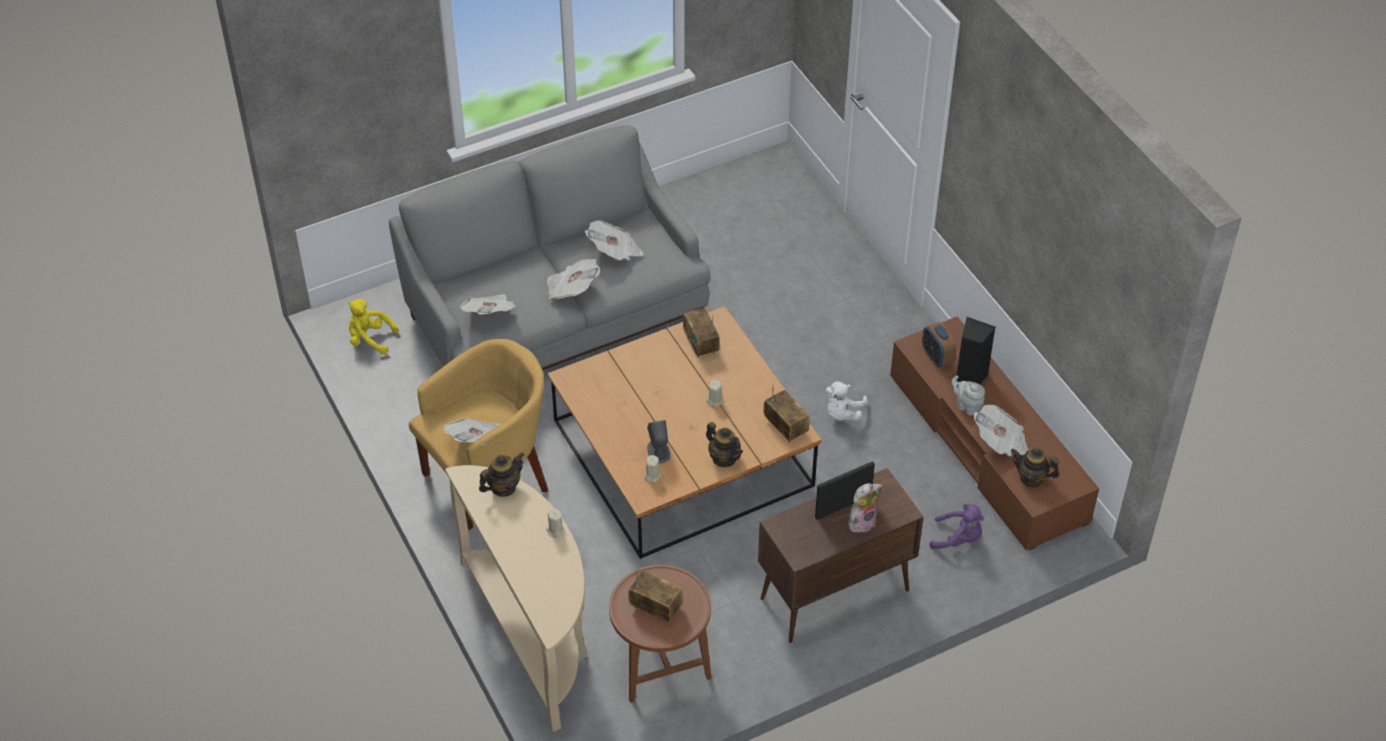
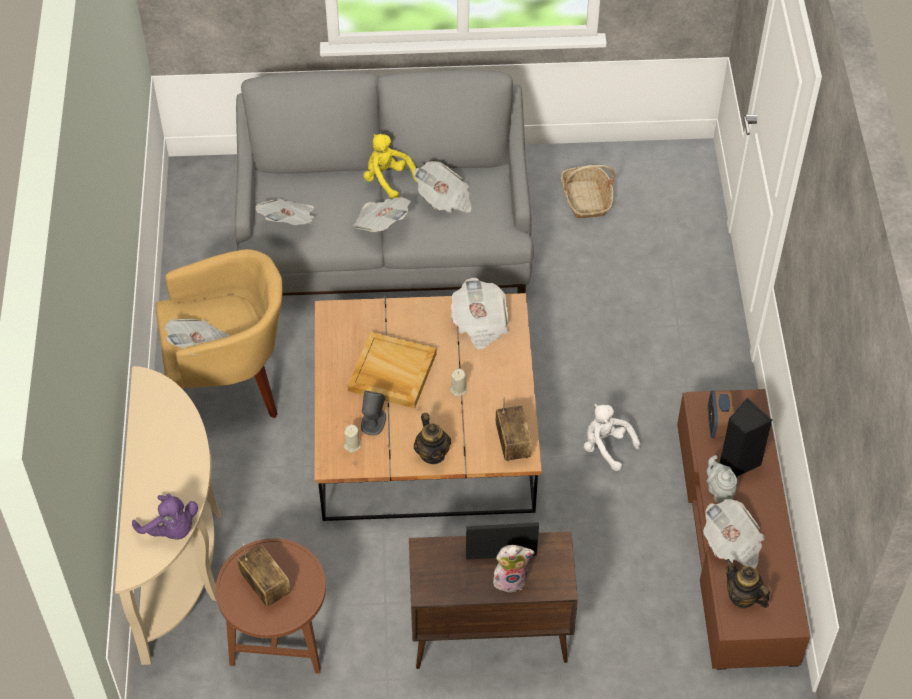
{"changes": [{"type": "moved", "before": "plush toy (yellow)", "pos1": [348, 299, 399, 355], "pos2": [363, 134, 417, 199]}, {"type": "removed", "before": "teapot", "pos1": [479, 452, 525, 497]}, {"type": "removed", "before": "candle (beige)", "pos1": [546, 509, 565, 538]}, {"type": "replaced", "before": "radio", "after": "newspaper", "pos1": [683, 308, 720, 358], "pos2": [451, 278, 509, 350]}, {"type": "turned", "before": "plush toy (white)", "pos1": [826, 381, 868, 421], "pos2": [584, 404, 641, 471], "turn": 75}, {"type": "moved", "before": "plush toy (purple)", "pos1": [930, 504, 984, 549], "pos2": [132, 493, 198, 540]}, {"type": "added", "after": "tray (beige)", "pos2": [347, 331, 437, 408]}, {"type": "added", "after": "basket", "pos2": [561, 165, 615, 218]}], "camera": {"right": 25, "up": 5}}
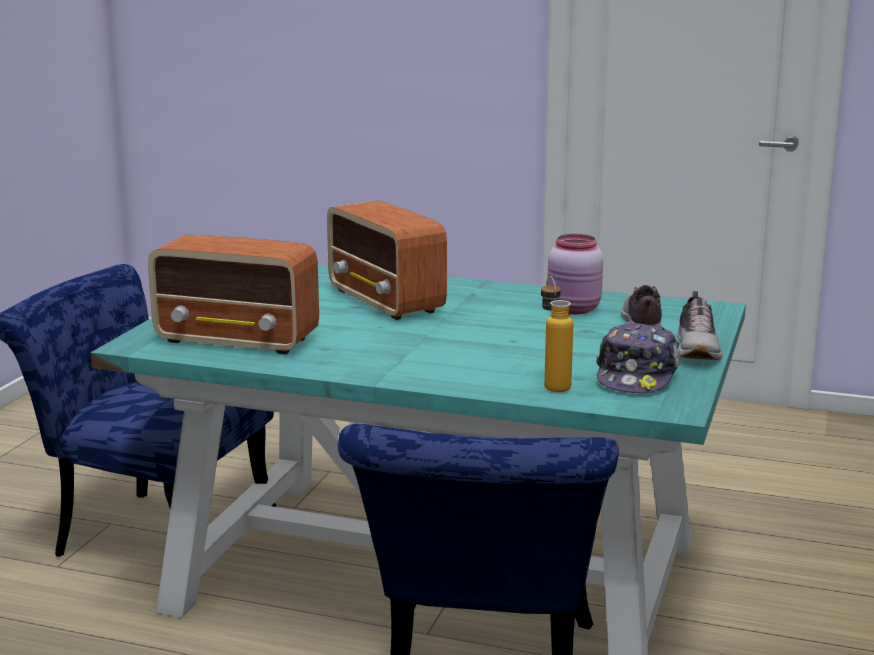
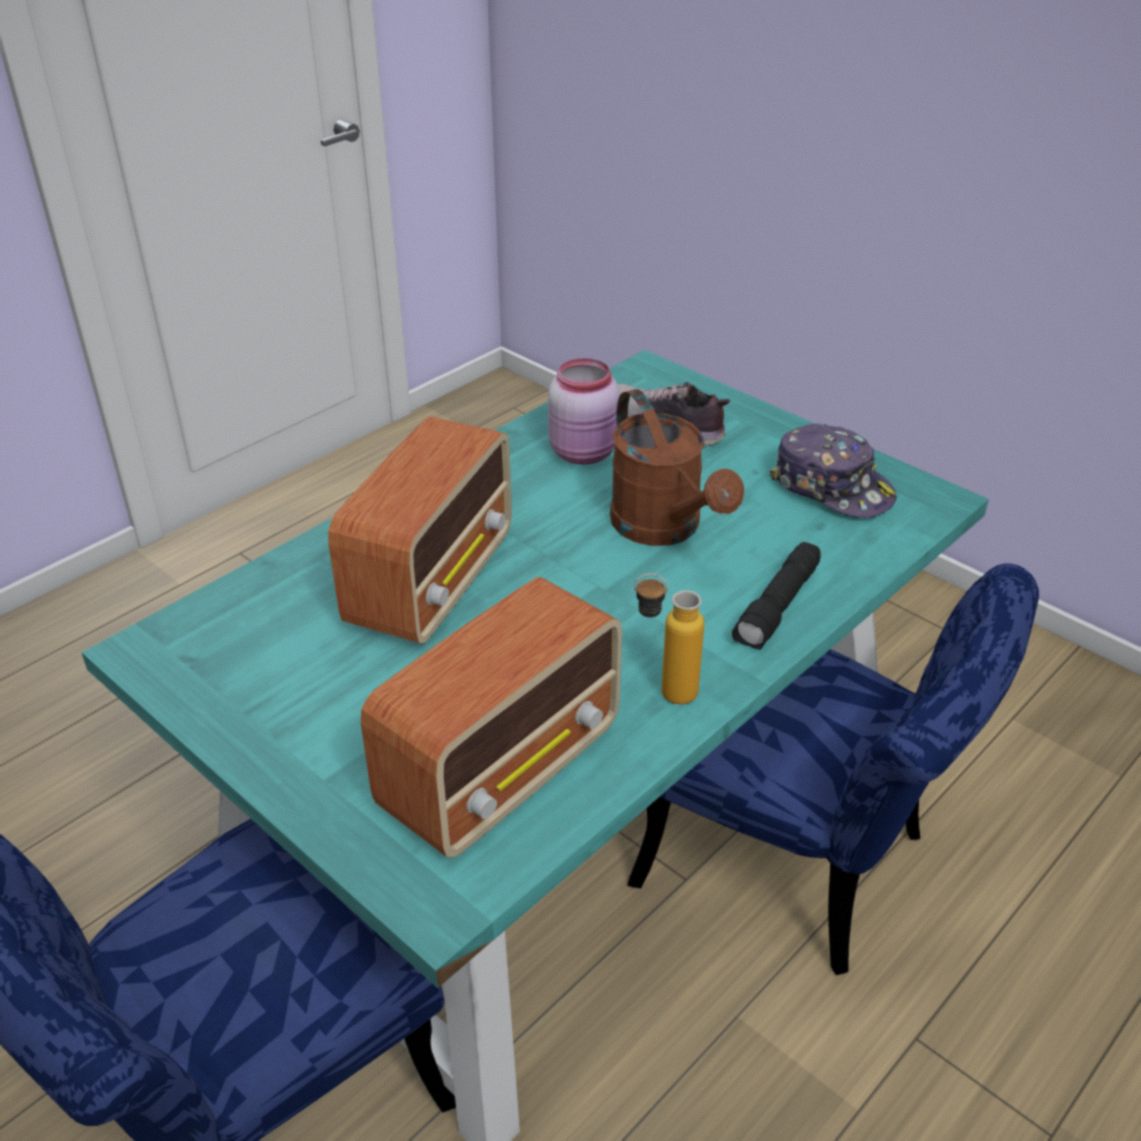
{"changes": [{"type": "turned", "before": "radio", "pos1": [327, 201, 447, 320], "pos2": [328, 416, 512, 644], "turn": -60}, {"type": "moved", "before": "bottle", "pos1": [541, 276, 573, 392], "pos2": [634, 573, 704, 704]}, {"type": "removed", "before": "shoe", "pos1": [677, 291, 723, 360]}, {"type": "added", "after": "watering can (brown)", "pos2": [610, 389, 744, 546]}, {"type": "added", "after": "flashlight (black)", "pos2": [732, 542, 821, 650]}], "camera": {"right": -65, "up": 20}}
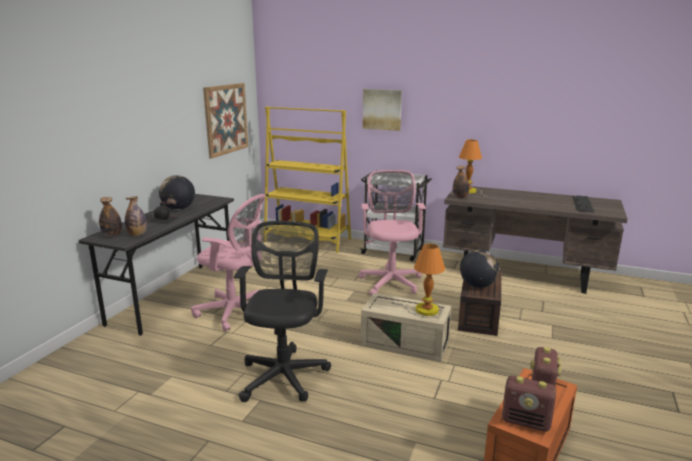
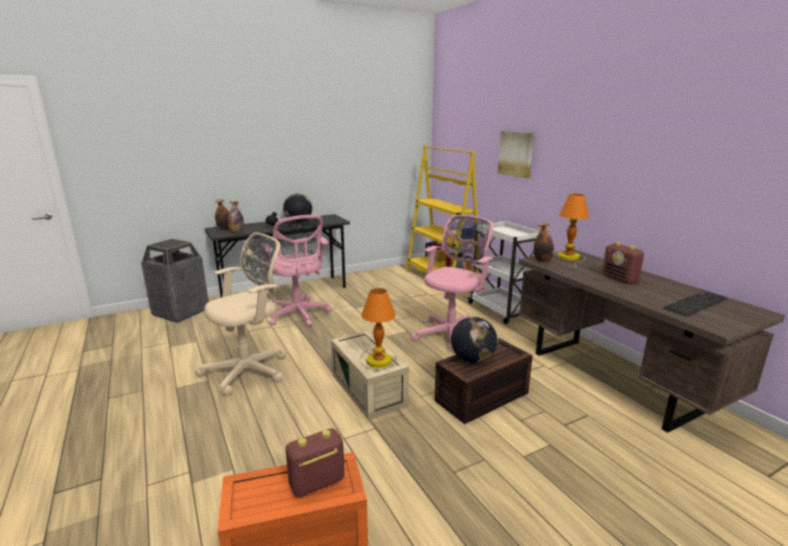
{"changes": [{"type": "removed", "before": "picture", "pos1": [203, 83, 248, 159]}, {"type": "recoloured", "before": "office chair (black)", "after": "office chair (beige)", "pos1": [234, 221, 331, 402], "pos2": [195, 233, 287, 396]}, {"type": "moved", "before": "radio", "pos1": [502, 376, 556, 432], "pos2": [602, 242, 644, 284]}, {"type": "added", "after": "trash can", "pos2": [141, 239, 209, 323]}], "camera": {"right": 40, "up": 0}}
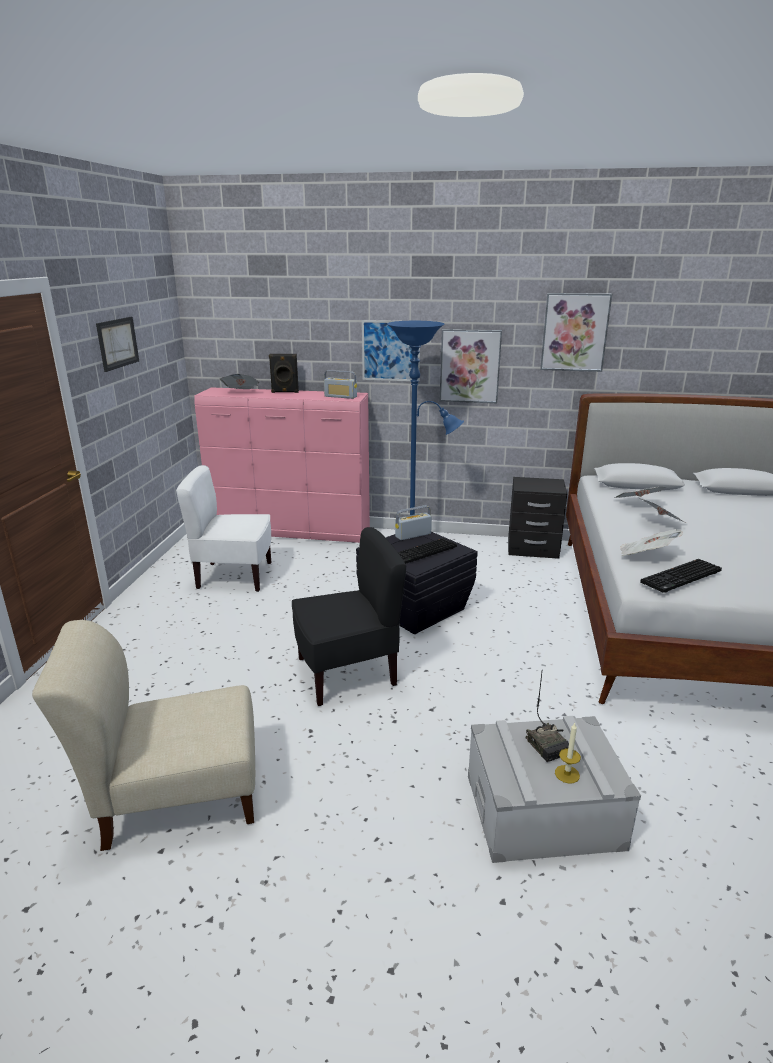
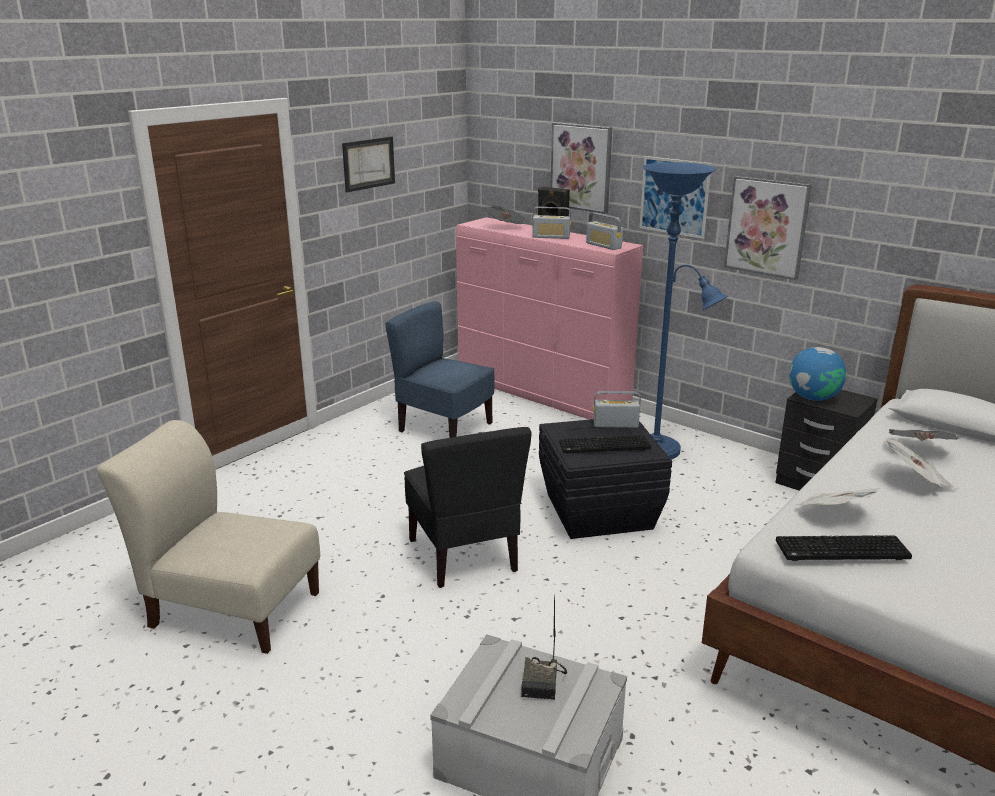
{"changes": [{"type": "recoloured", "before": "chair (white)", "after": "chair (blue)", "pos1": [176, 465, 271, 592], "pos2": [385, 302, 495, 438]}, {"type": "turned", "before": "chair (black)", "pos1": [292, 527, 406, 706], "pos2": [404, 427, 532, 588], "turn": 60}, {"type": "moved", "before": "picture", "pos1": [540, 293, 612, 372], "pos2": [550, 122, 612, 214]}, {"type": "removed", "before": "candle", "pos1": [555, 723, 581, 784]}, {"type": "added", "after": "radio", "pos2": [532, 207, 571, 239]}, {"type": "added", "after": "globe", "pos2": [789, 347, 846, 401]}], "camera": {"right": 30, "up": 0}}
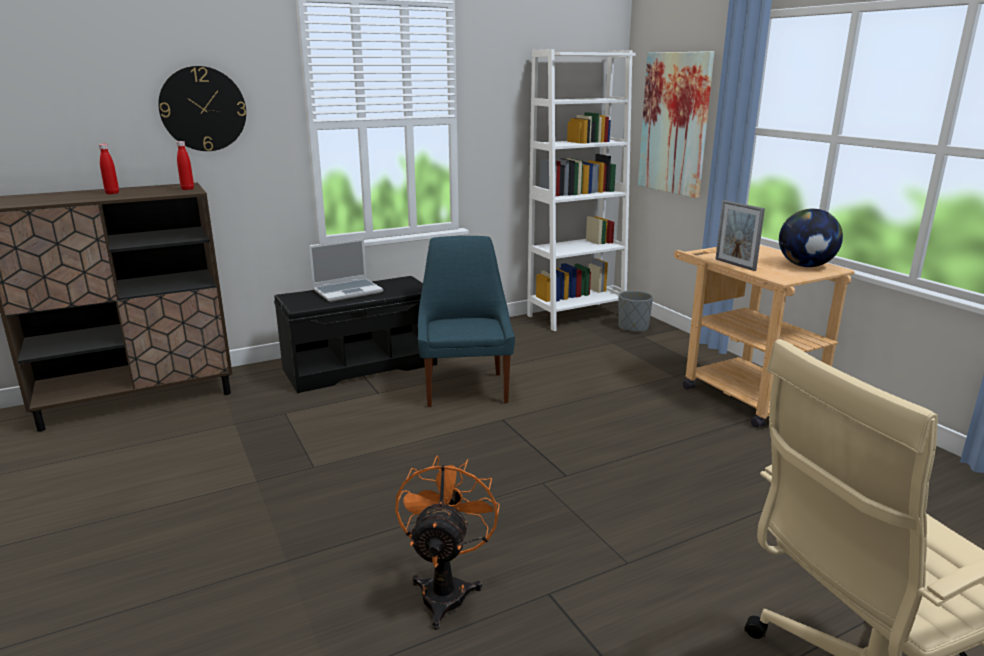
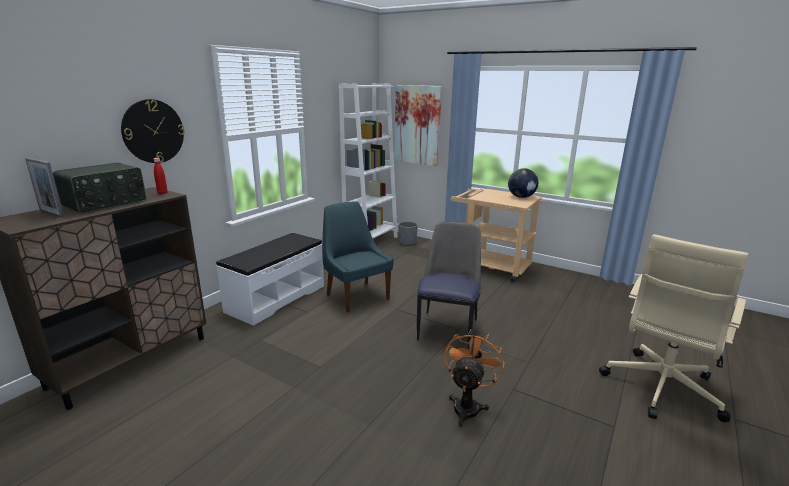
{"changes": [{"type": "replaced", "before": "bottle (red)", "after": "radio", "pos1": [99, 144, 119, 194], "pos2": [53, 163, 146, 214]}, {"type": "recoloured", "before": "bench (black)", "after": "bench (white)", "pos1": [274, 276, 437, 393], "pos2": [216, 233, 324, 326]}, {"type": "removed", "before": "laptop", "pos1": [309, 239, 383, 302]}, {"type": "turned", "before": "fan (orange)", "pos1": [395, 456, 500, 630], "pos2": [444, 329, 504, 427], "turn": 45}, {"type": "moved", "before": "picture frame", "pos1": [716, 200, 765, 271], "pos2": [25, 158, 64, 218]}, {"type": "added", "after": "chair", "pos2": [417, 222, 481, 349]}], "camera": {"right": -30, "up": 0}}
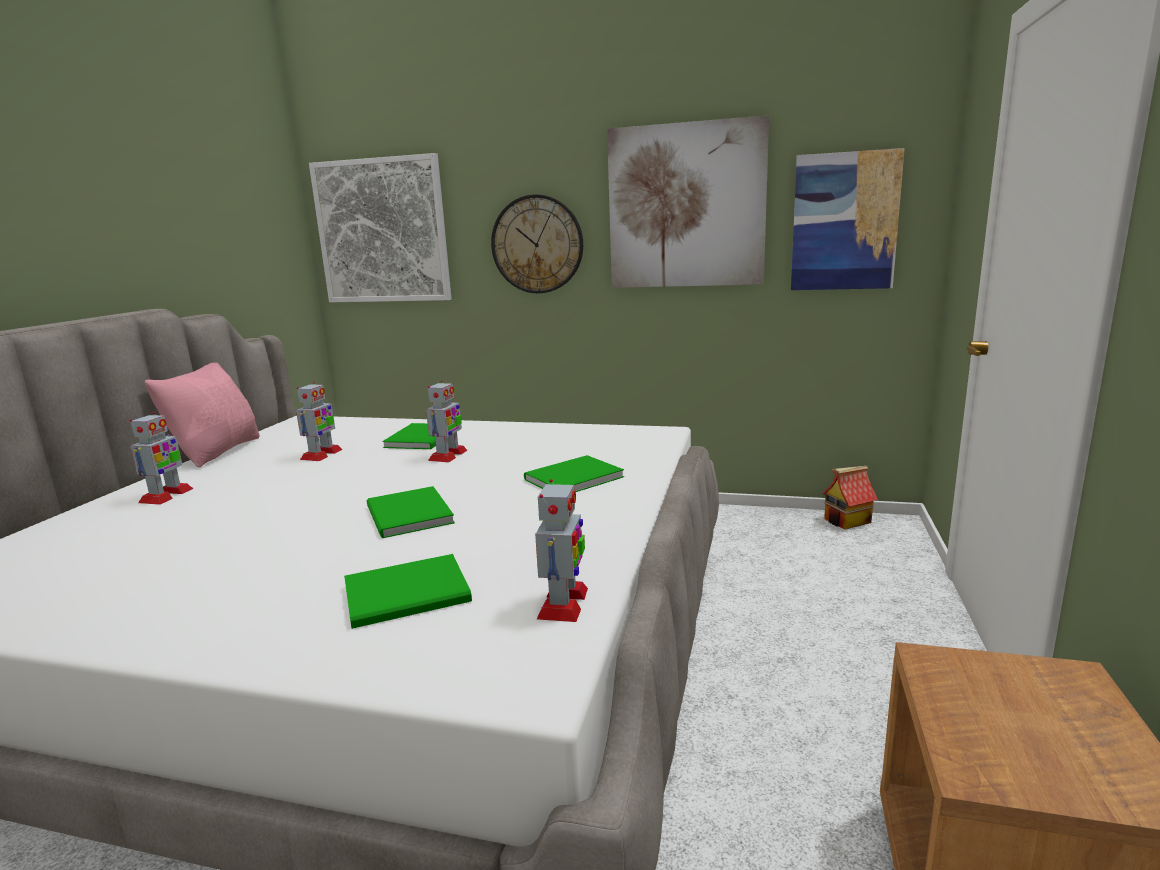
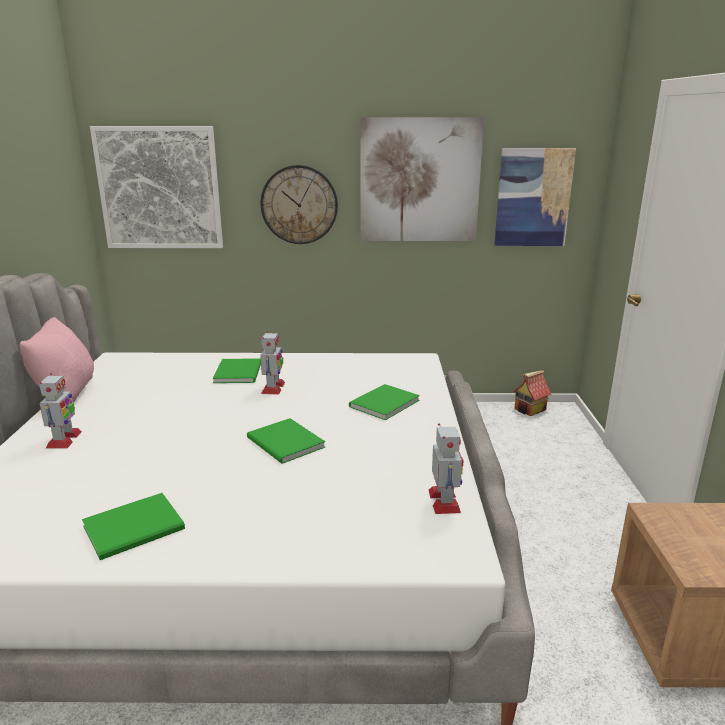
{"changes": [{"type": "removed", "before": "toy robot", "pos1": [296, 382, 343, 461]}, {"type": "moved", "before": "book (green)", "pos1": [344, 554, 472, 629], "pos2": [82, 493, 185, 560]}], "camera": {"right": -15, "up": 5}}
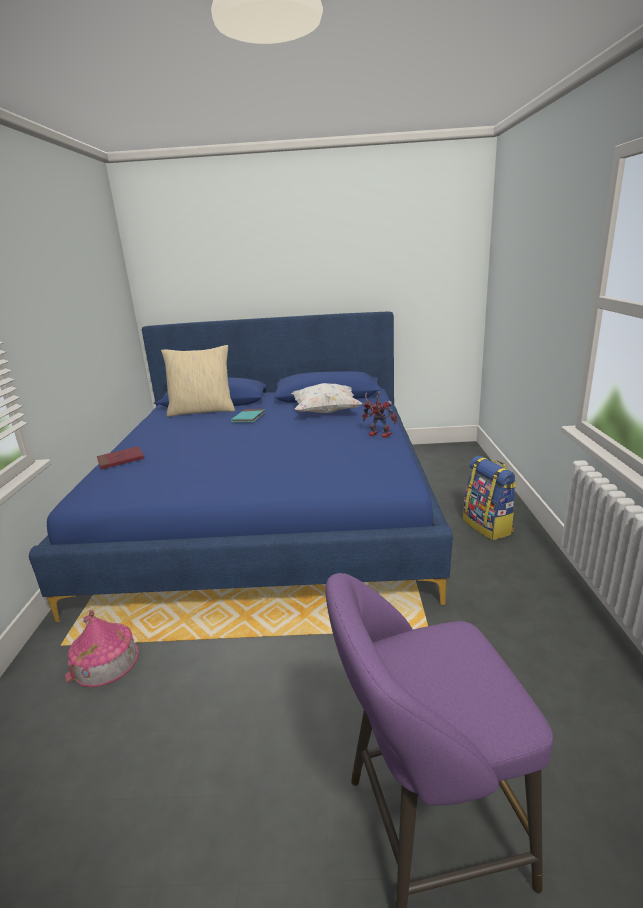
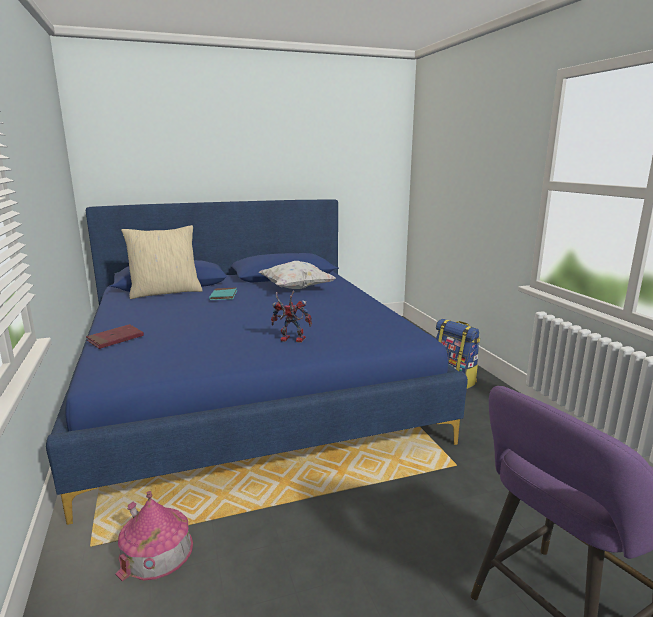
{"changes": [{"type": "moved", "before": "toy robot", "pos1": [362, 392, 397, 438], "pos2": [271, 291, 312, 343]}], "camera": {"right": -20, "up": -5}}
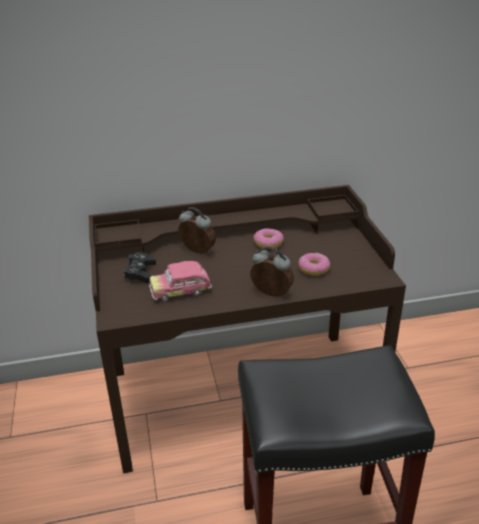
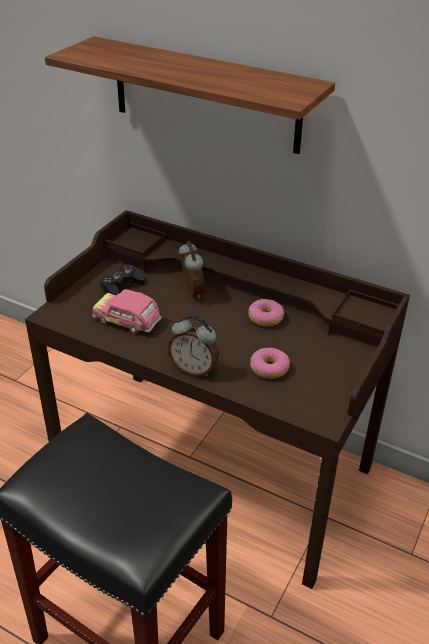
{"changes": [{"type": "turned", "before": "alarm clock", "pos1": [250, 247, 294, 297], "pos2": [167, 315, 219, 377], "turn": 135}, {"type": "added", "after": "shelf", "pos2": [45, 36, 335, 154]}], "camera": {"right": 40, "up": 5}}
